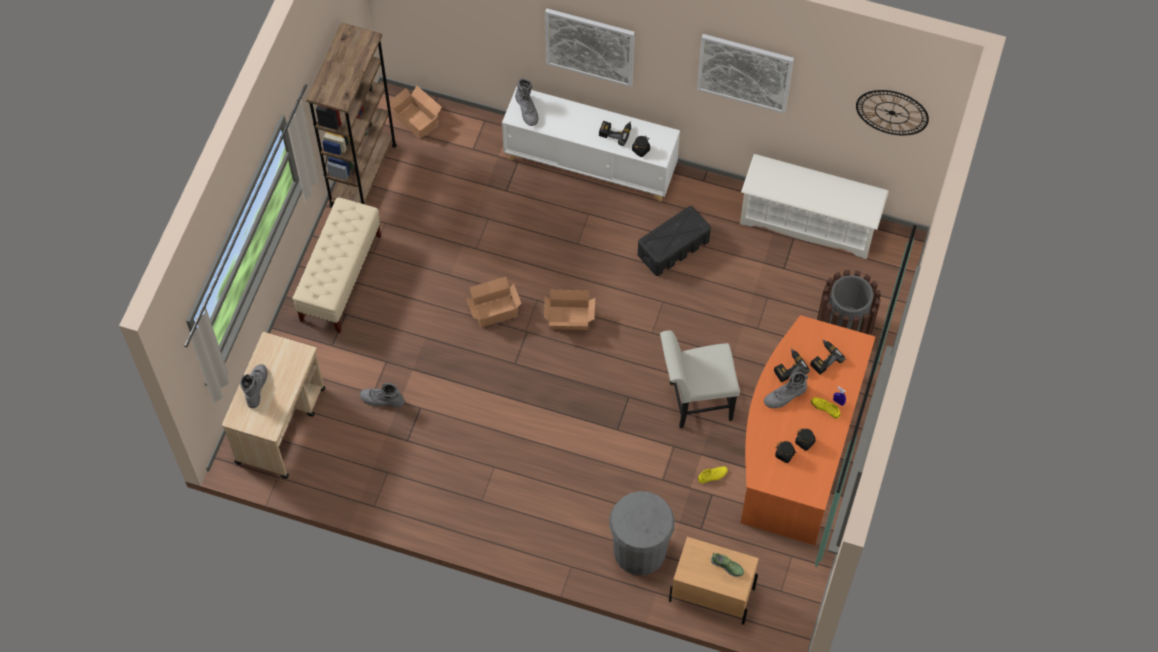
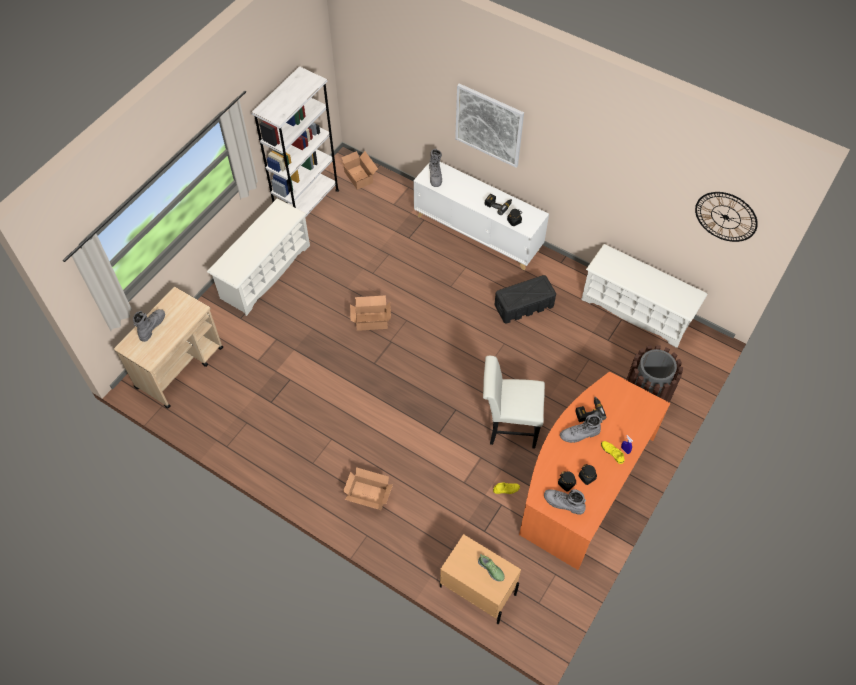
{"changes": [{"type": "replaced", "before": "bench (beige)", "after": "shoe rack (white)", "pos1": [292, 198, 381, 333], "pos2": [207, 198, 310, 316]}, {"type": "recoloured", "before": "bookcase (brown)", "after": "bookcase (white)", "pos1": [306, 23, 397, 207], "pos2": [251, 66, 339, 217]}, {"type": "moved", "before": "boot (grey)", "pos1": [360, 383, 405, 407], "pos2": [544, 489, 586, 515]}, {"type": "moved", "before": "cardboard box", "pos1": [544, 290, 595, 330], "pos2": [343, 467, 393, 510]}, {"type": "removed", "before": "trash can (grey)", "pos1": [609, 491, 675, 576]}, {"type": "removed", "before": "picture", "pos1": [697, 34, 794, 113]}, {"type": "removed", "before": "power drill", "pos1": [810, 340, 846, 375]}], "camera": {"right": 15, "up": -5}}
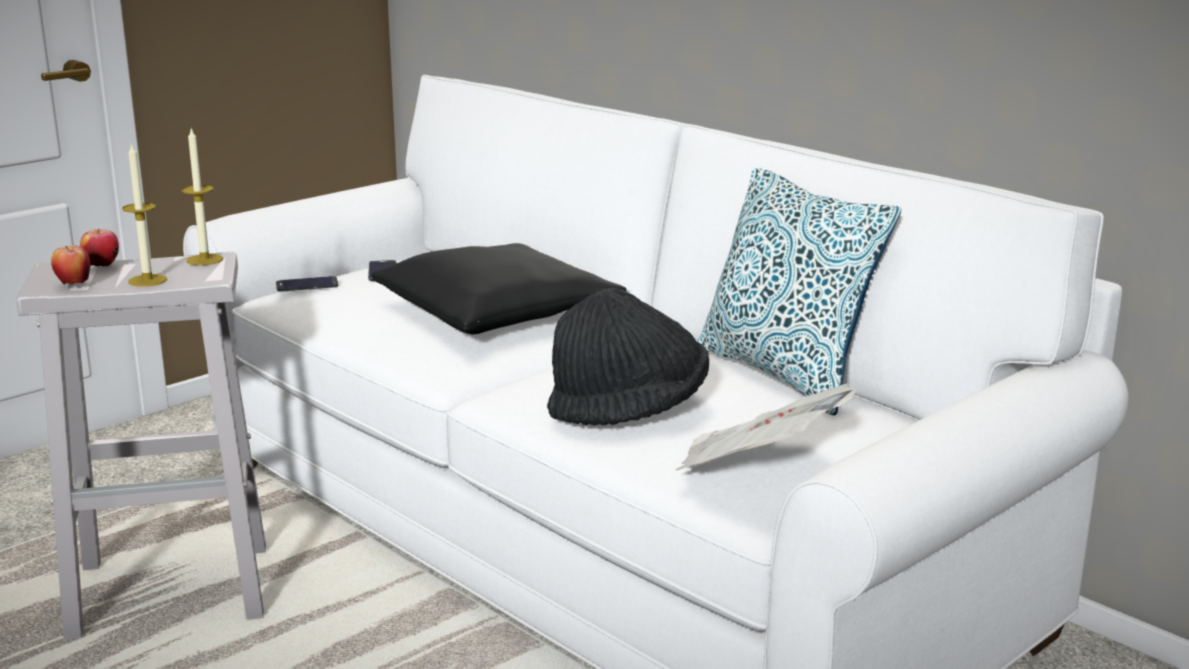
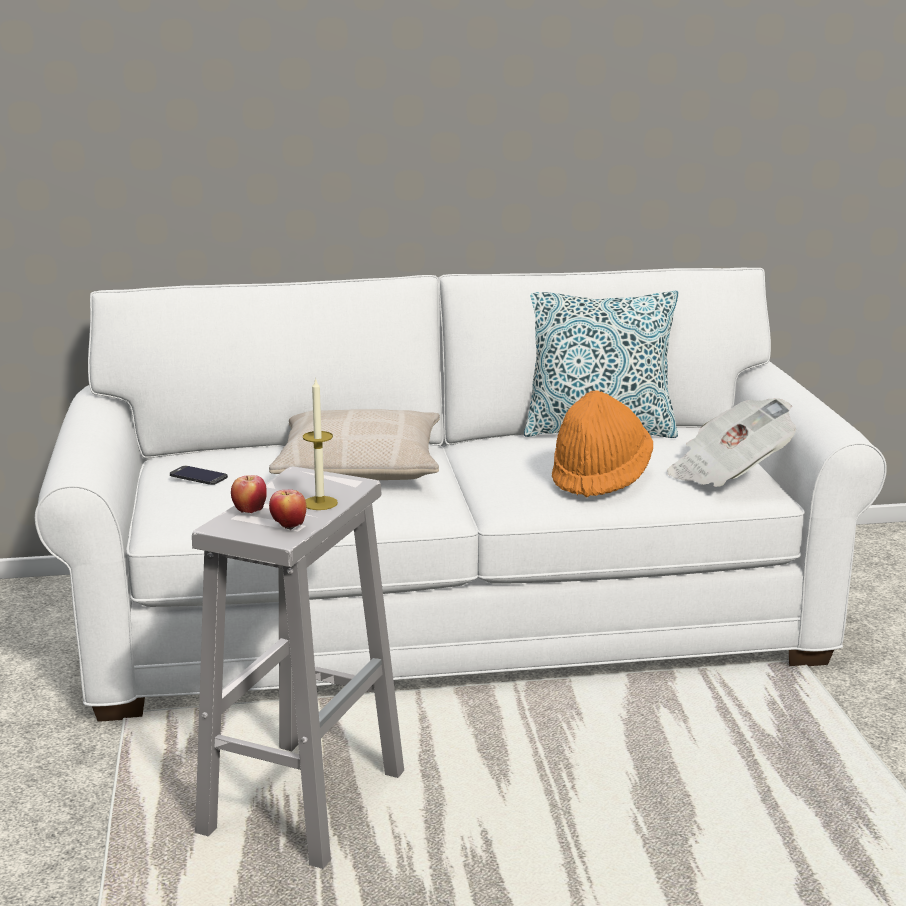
{"changes": [{"type": "removed", "before": "candle", "pos1": [182, 128, 223, 266]}, {"type": "removed", "before": "phone", "pos1": [276, 276, 338, 292]}, {"type": "recoloured", "before": "pillow (black)", "after": "pillow (beige)", "pos1": [372, 243, 627, 335], "pos2": [269, 409, 440, 480]}, {"type": "recoloured", "before": "hat (black)", "after": "hat (orange)", "pos1": [547, 288, 709, 426], "pos2": [552, 390, 653, 498]}], "camera": {"right": -55, "up": 0}}
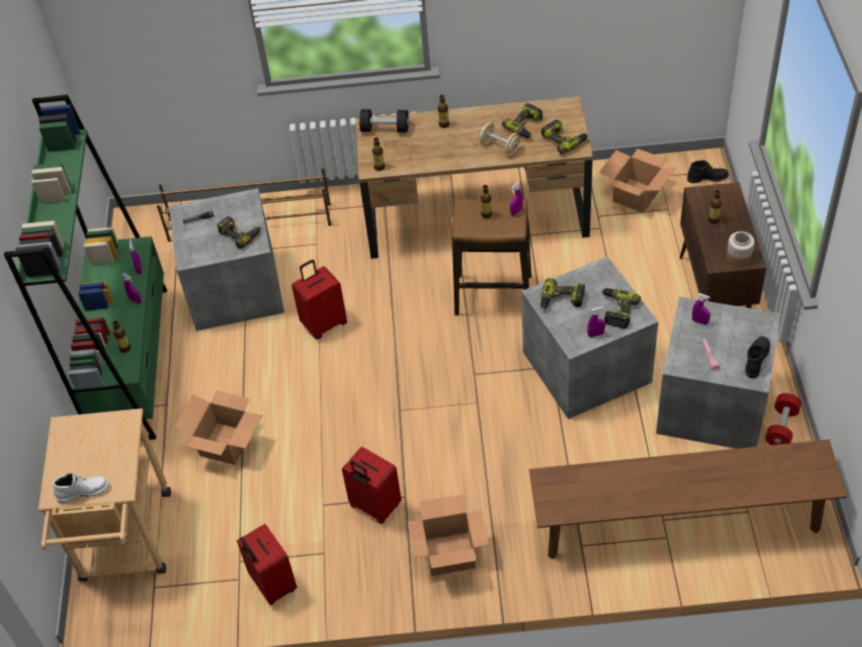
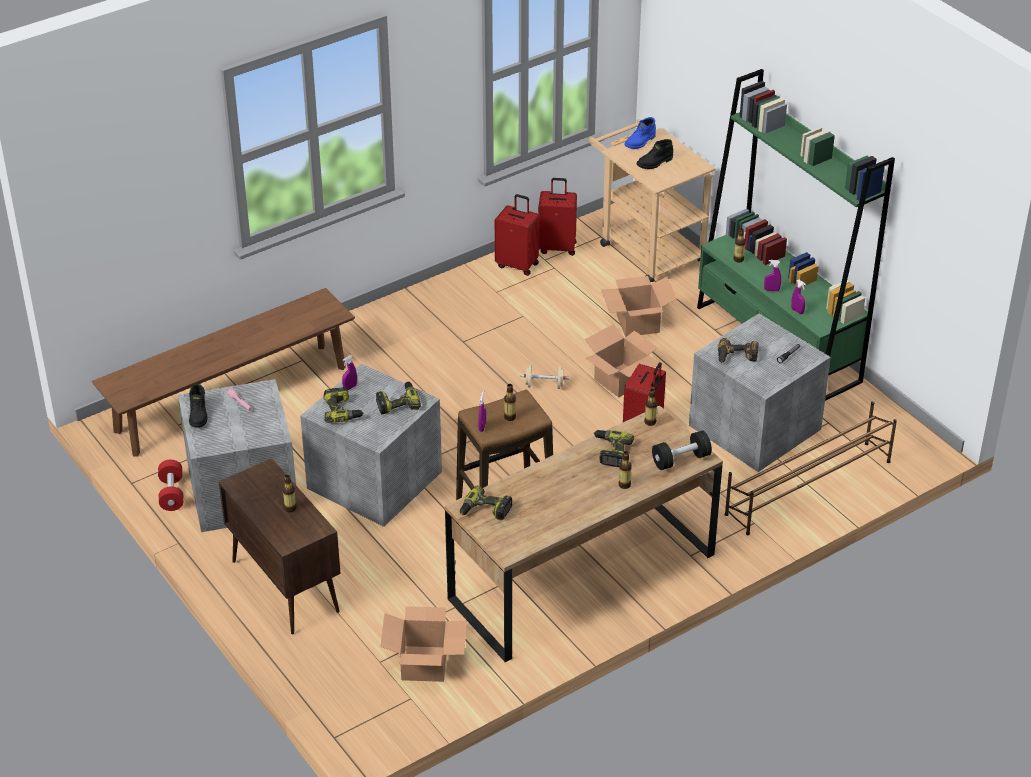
{"changes": [{"type": "recoloured", "before": "boot (white)", "after": "boot (blue)", "pos1": [53, 473, 109, 504], "pos2": [625, 117, 656, 149]}, {"type": "moved", "before": "suitcase (red)", "pos1": [342, 447, 401, 524], "pos2": [538, 178, 577, 256]}, {"type": "moved", "before": "cardboard box", "pos1": [408, 494, 489, 576], "pos2": [585, 324, 660, 397]}, {"type": "moved", "before": "dumbbell (beige)", "pos1": [479, 122, 521, 155], "pos2": [521, 365, 569, 389]}, {"type": "moved", "before": "power drill", "pos1": [502, 103, 543, 138], "pos2": [593, 430, 634, 467]}, {"type": "moved", "before": "boot (black)", "pos1": [687, 160, 728, 183], "pos2": [637, 139, 673, 169]}, {"type": "removed", "before": "spray bottle (purple)", "pos1": [692, 294, 711, 325]}, {"type": "removed", "before": "jar", "pos1": [726, 231, 755, 266]}], "camera": {"right": 145, "up": -10}}
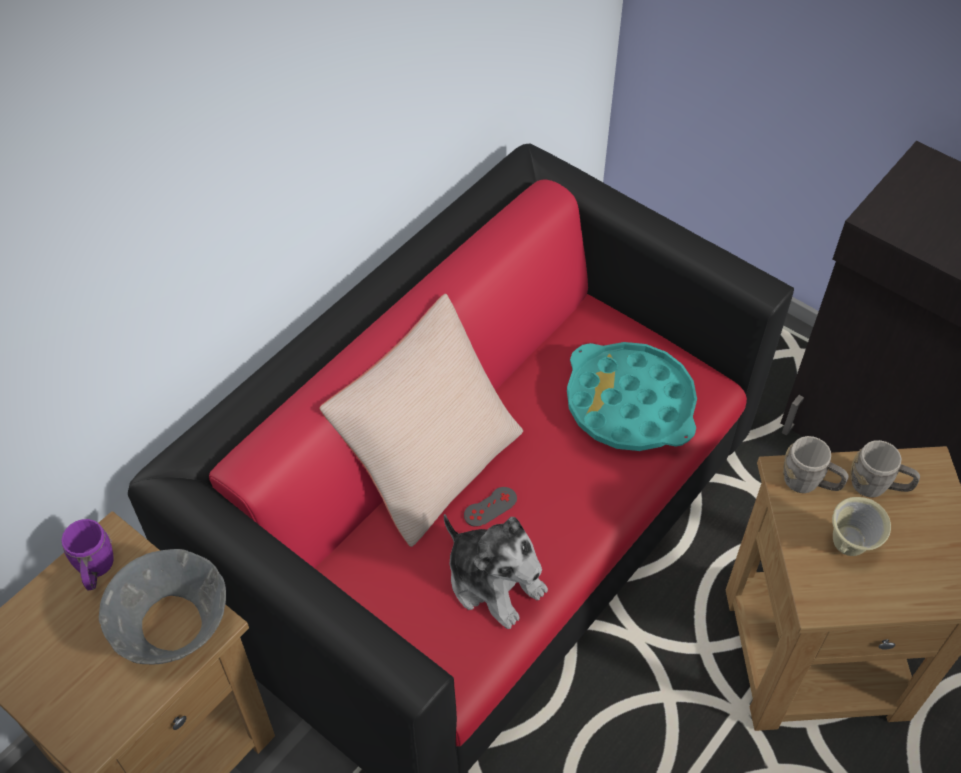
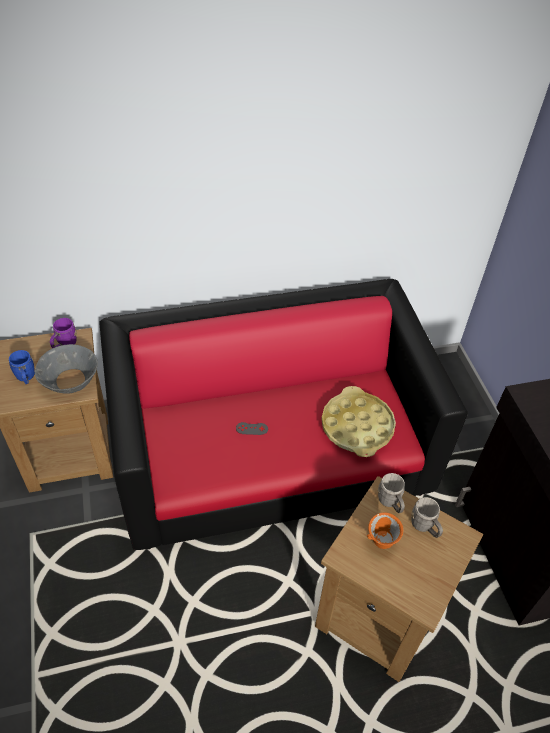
{"changes": [{"type": "removed", "before": "pillow (beige)", "pos1": [319, 294, 523, 547]}, {"type": "removed", "before": "plush toy", "pos1": [444, 514, 548, 629]}, {"type": "recoloured", "before": "tray (turquoise)", "after": "tray (yellow)", "pos1": [567, 342, 697, 451], "pos2": [321, 386, 396, 457]}, {"type": "recoloured", "before": "mug (beige)", "after": "mug (orange)", "pos1": [832, 497, 891, 556], "pos2": [367, 513, 403, 549]}, {"type": "added", "after": "mug (blue)", "pos2": [9, 350, 35, 384]}], "camera": {"right": 35, "up": -5}}
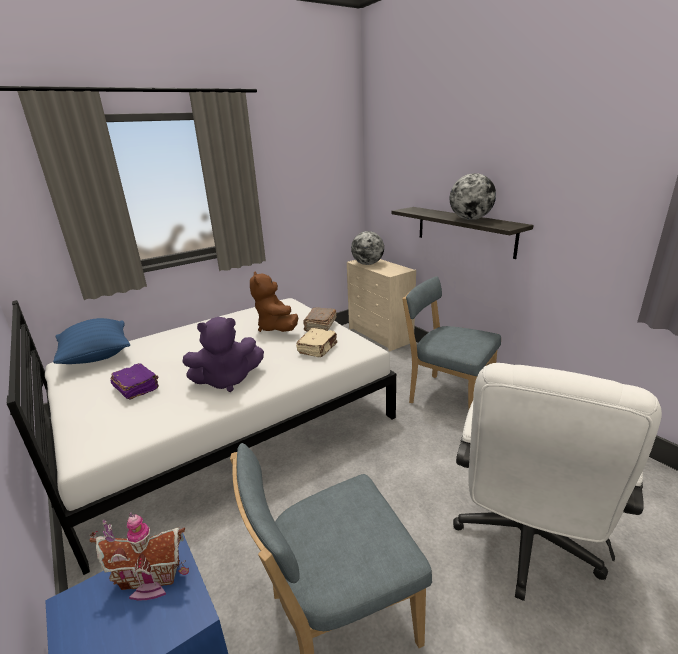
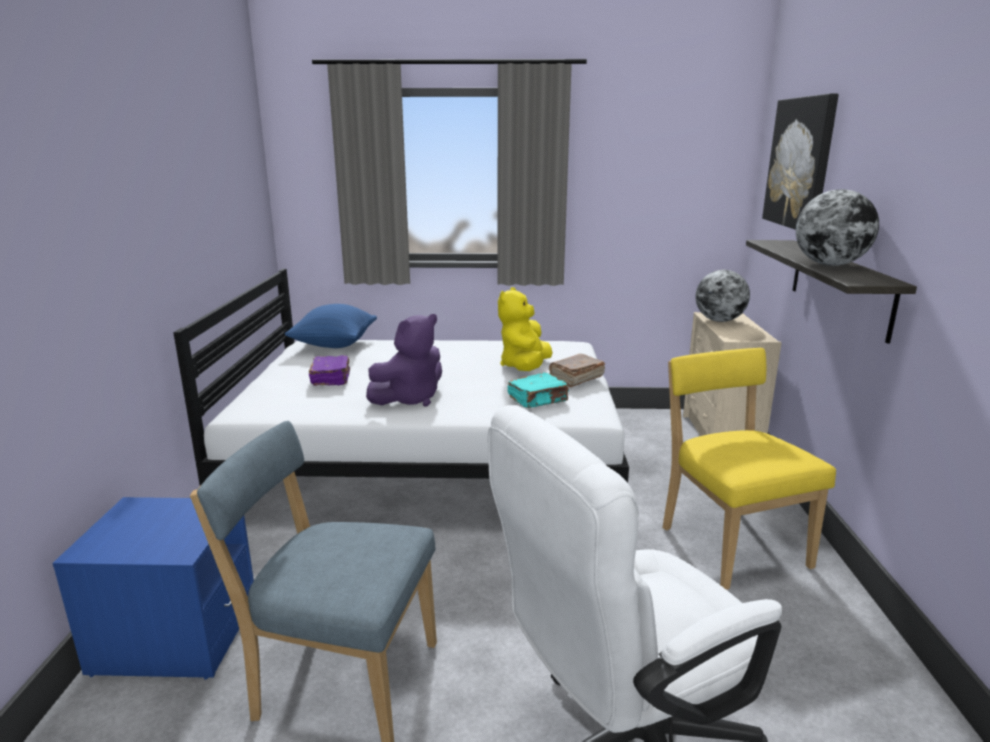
{"changes": [{"type": "removed", "before": "toy house", "pos1": [89, 513, 189, 601]}, {"type": "turned", "before": "plush toy (purple)", "pos1": [183, 317, 264, 392], "pos2": [366, 314, 442, 407], "turn": -60}, {"type": "recoloured", "before": "plush toy (brown)", "after": "plush toy (yellow)", "pos1": [250, 271, 298, 332], "pos2": [498, 287, 553, 371]}, {"type": "recoloured", "before": "book (beige)", "after": "book (turquoise)", "pos1": [296, 328, 337, 357], "pos2": [508, 372, 569, 408]}, {"type": "recoloured", "before": "chair (blue)", "after": "chair (yellow)", "pos1": [403, 276, 501, 411], "pos2": [662, 348, 836, 590]}, {"type": "added", "after": "picture", "pos2": [762, 94, 839, 230]}], "camera": {"right": 35, "up": -5}}
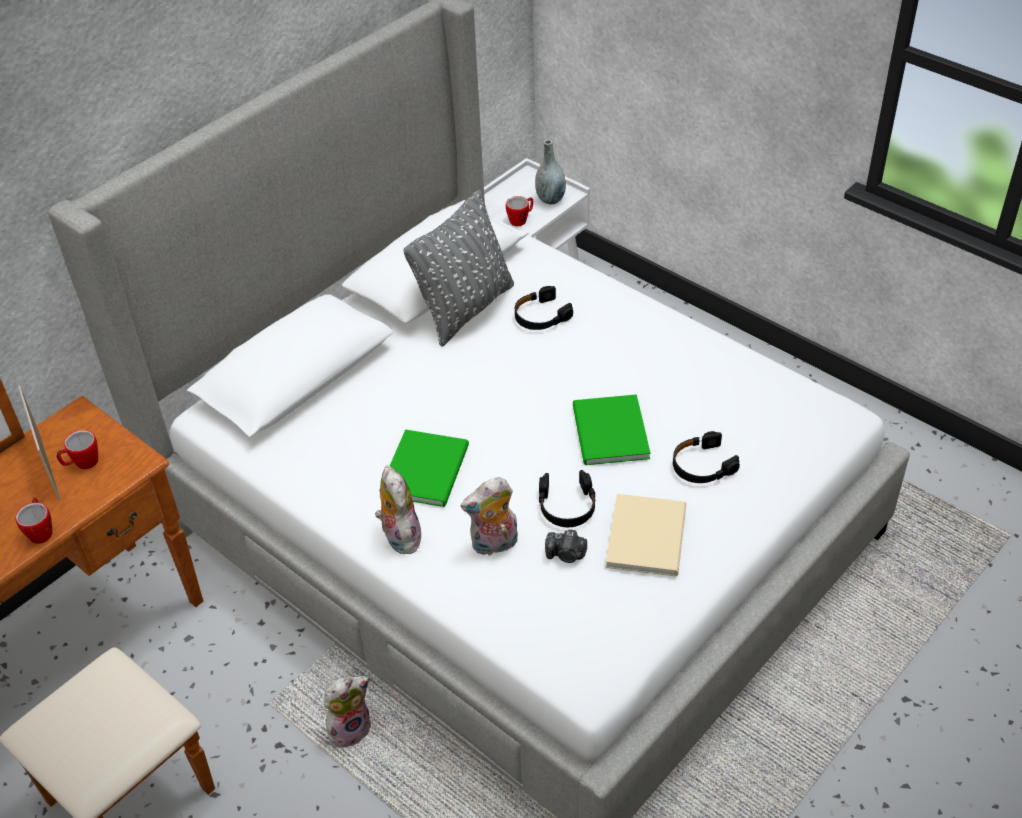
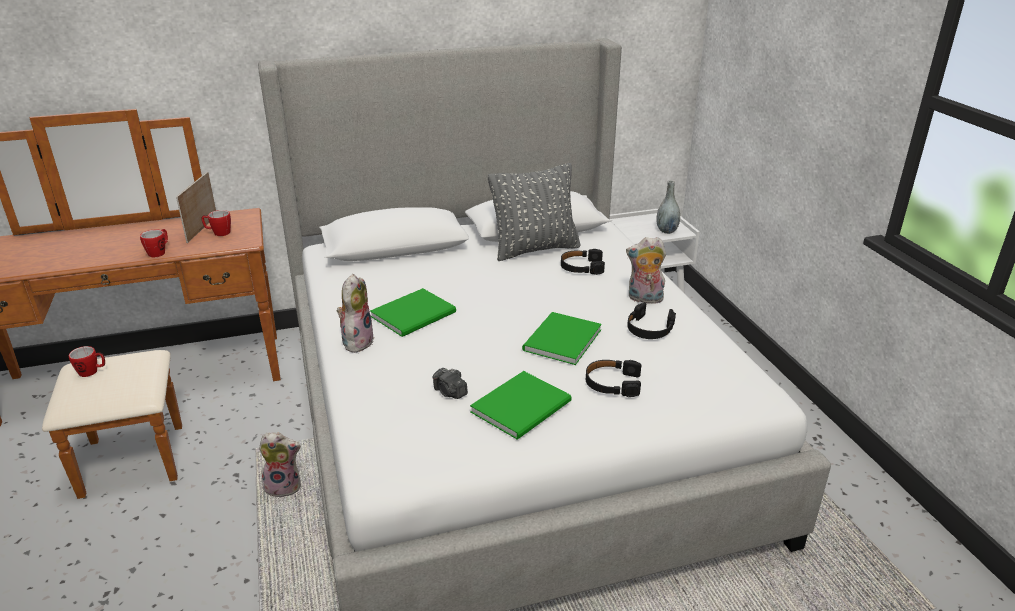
{"changes": [{"type": "moved", "before": "plush toy", "pos1": [461, 477, 518, 556], "pos2": [626, 237, 666, 304]}, {"type": "moved", "before": "mug", "pos1": [506, 196, 533, 226], "pos2": [69, 346, 105, 377]}, {"type": "moved", "before": "headphones (black)", "pos1": [539, 470, 596, 527], "pos2": [627, 303, 676, 339]}, {"type": "recoloured", "before": "book (beige)", "after": "book (green)", "pos1": [606, 494, 686, 576], "pos2": [470, 371, 571, 440]}], "camera": {"right": 30, "up": -15}}
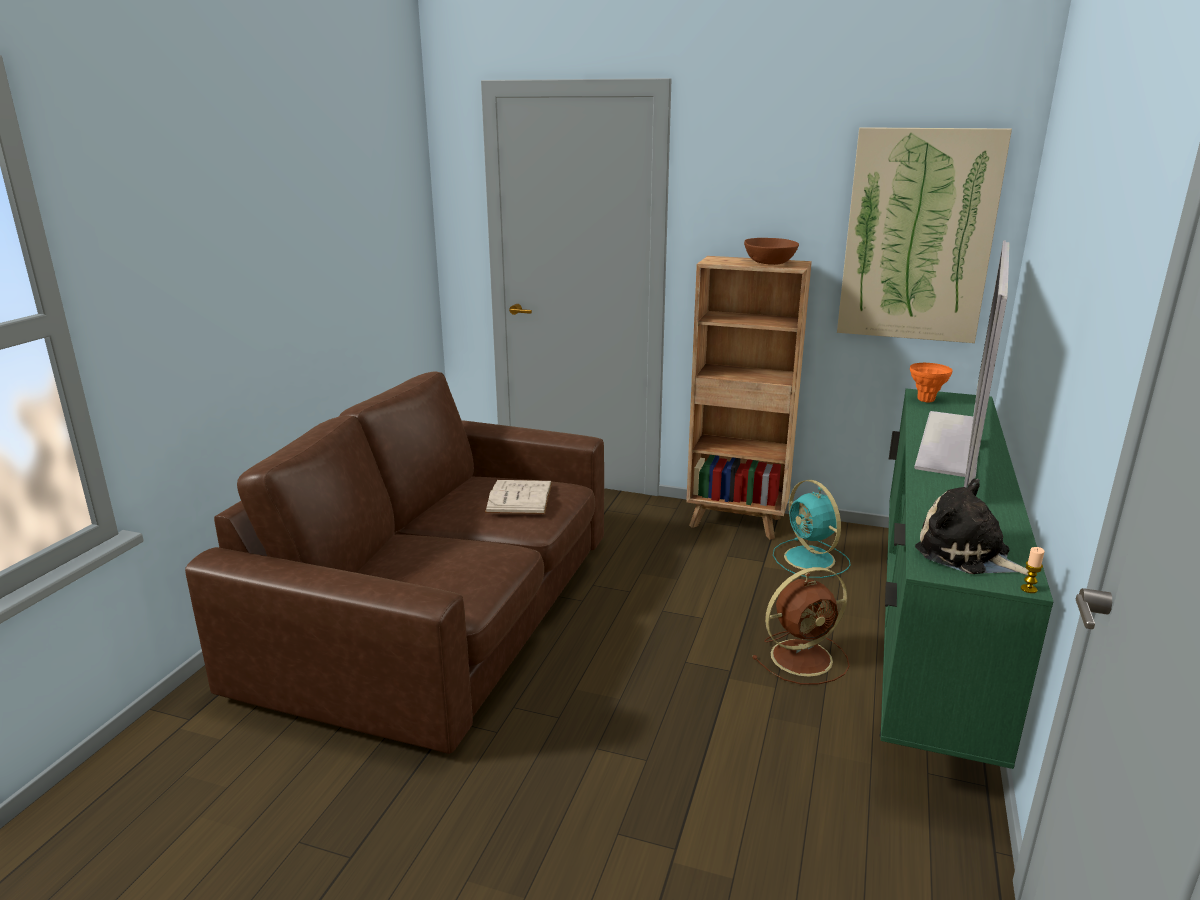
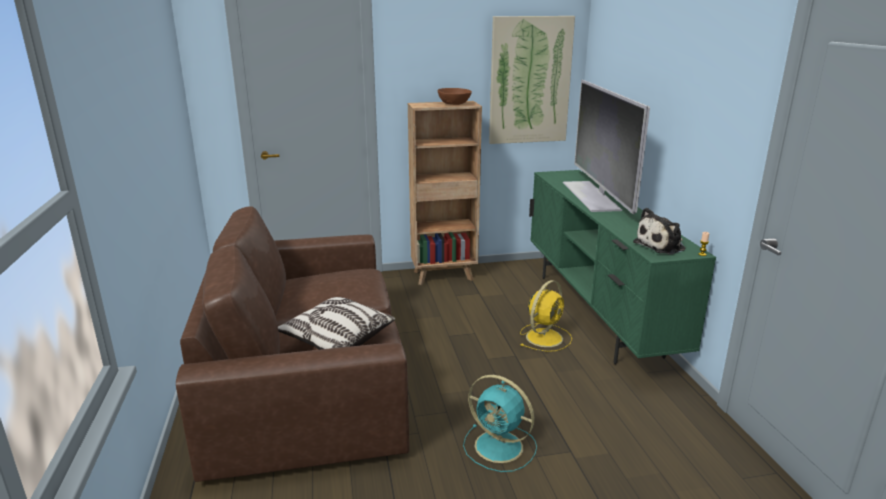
{"changes": [{"type": "removed", "before": "book (white)", "pos1": [485, 480, 552, 514]}, {"type": "recoloured", "before": "fan (brown)", "after": "fan (yellow)", "pos1": [752, 567, 850, 684], "pos2": [520, 280, 572, 352]}, {"type": "moved", "before": "fan (turquoise)", "pos1": [773, 480, 851, 578], "pos2": [463, 375, 537, 472]}, {"type": "removed", "before": "vase (orange)", "pos1": [910, 363, 953, 402]}, {"type": "turned", "before": "plush toy", "pos1": [915, 479, 1029, 575], "pos2": [633, 208, 686, 254], "turn": -45}, {"type": "added", "after": "pillow", "pos2": [278, 297, 395, 350]}], "camera": {"right": -30, "up": 0}}
